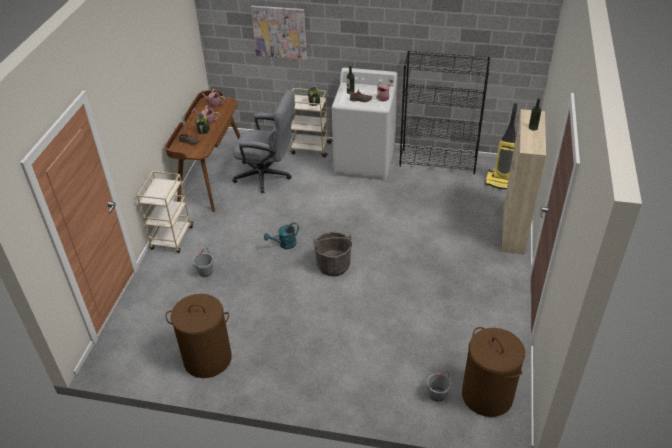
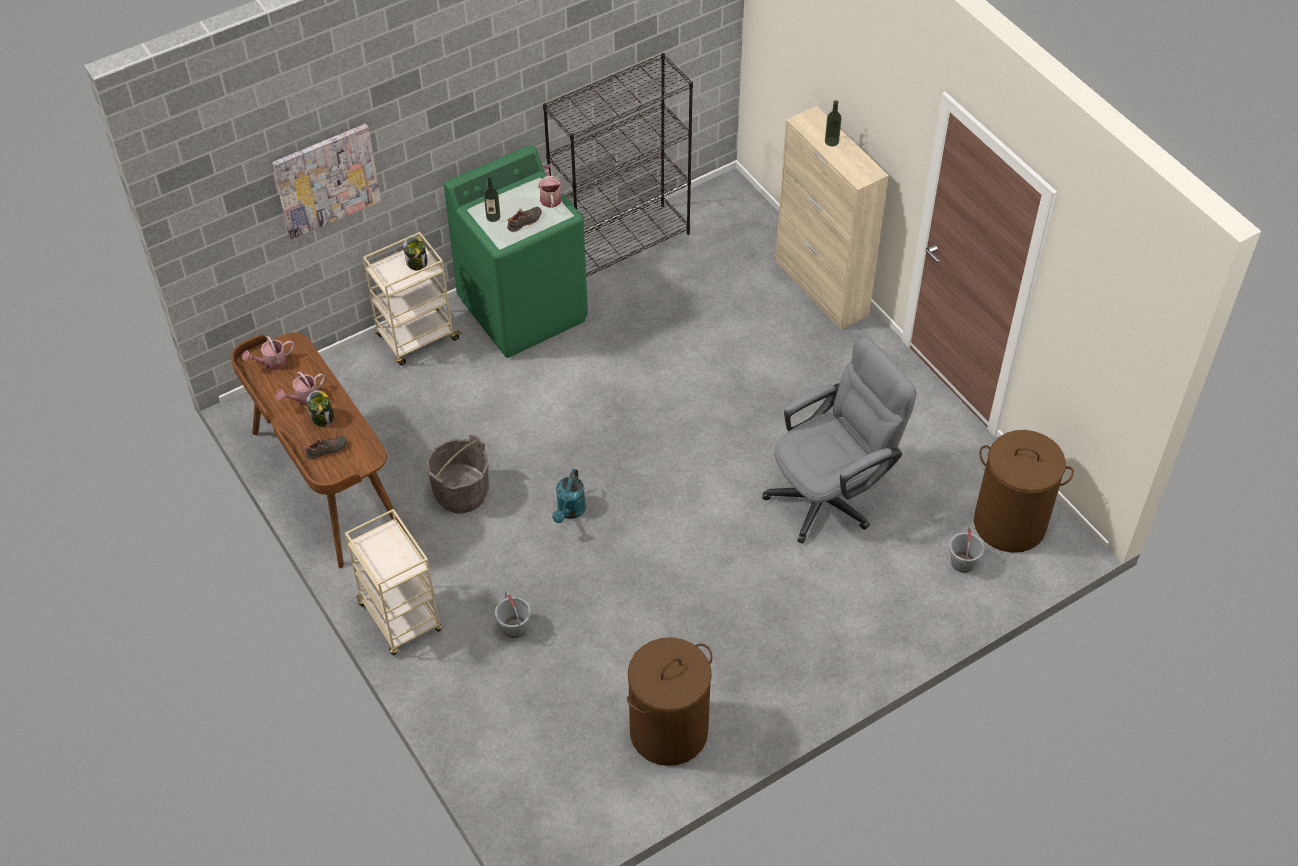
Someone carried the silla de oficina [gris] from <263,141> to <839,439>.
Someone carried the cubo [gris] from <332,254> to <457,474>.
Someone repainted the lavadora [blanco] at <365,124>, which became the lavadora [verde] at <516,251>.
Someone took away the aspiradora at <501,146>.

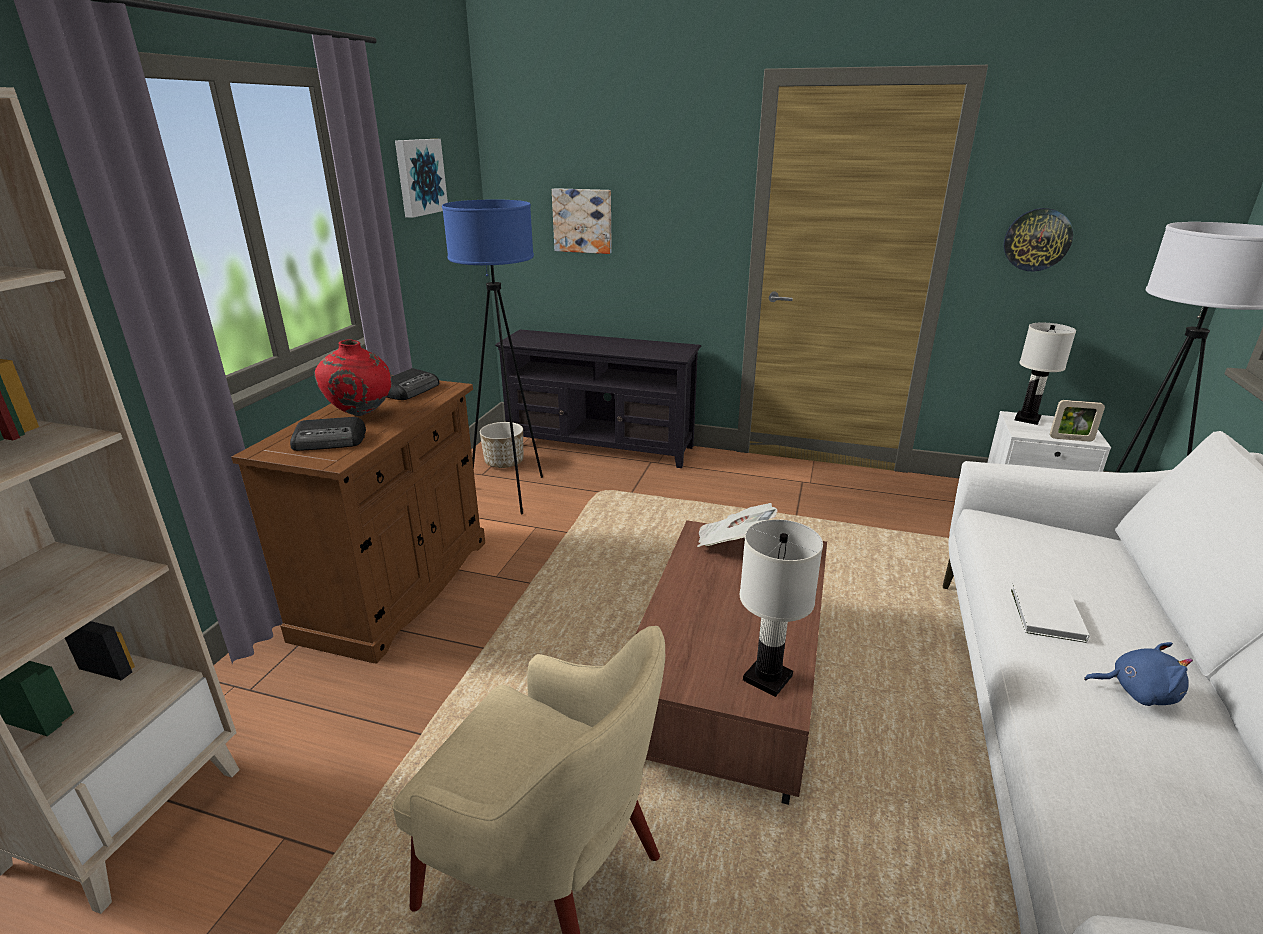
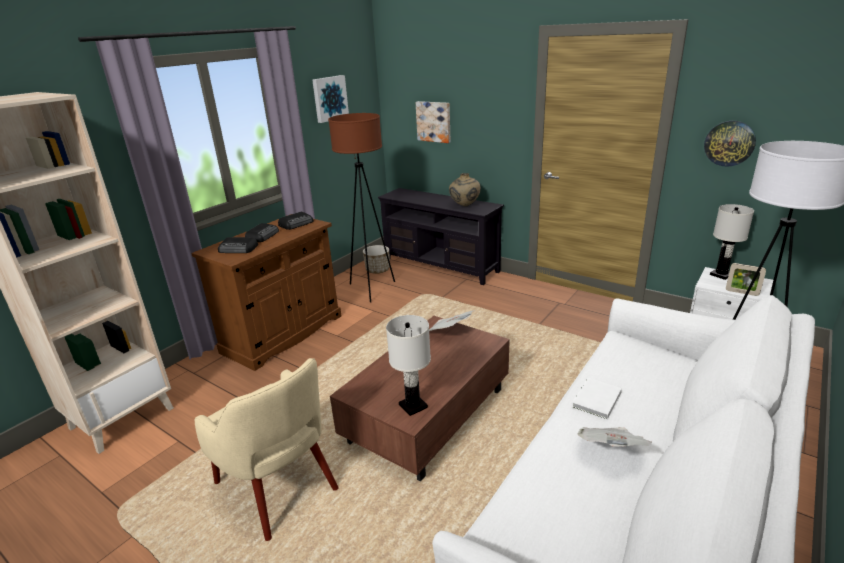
Someone swapped the florero [rojo] at <353,377> for the radio at <262,232>.
Someone repainted the lámpara de pie [azul] at <492,356>, which became the lámpara de pie [marrón] at <361,208>.
Someone swapped the peluche [azul] at <1138,674> for the periódico at <615,437>.
Someone put down the florero [beis] at <465,190>.

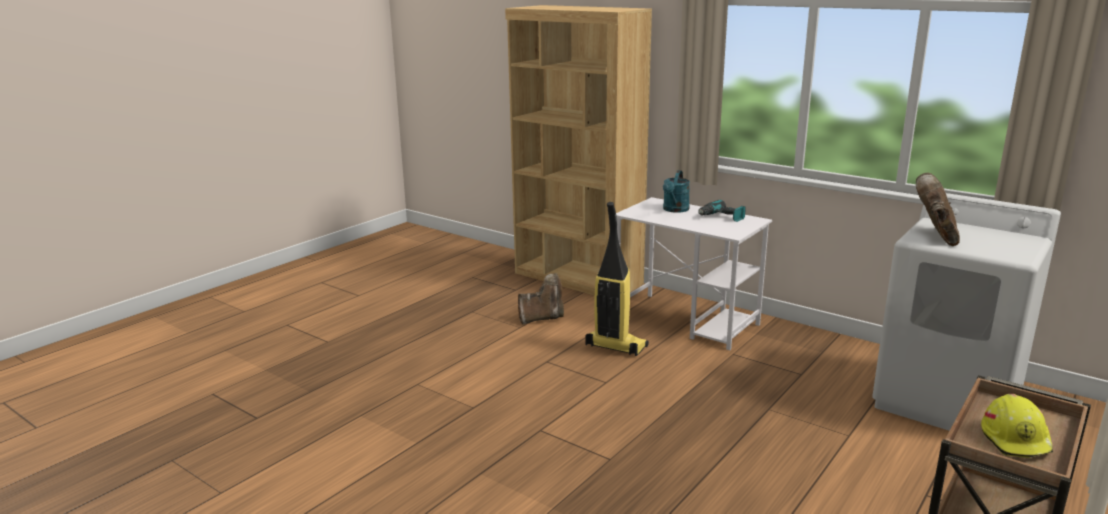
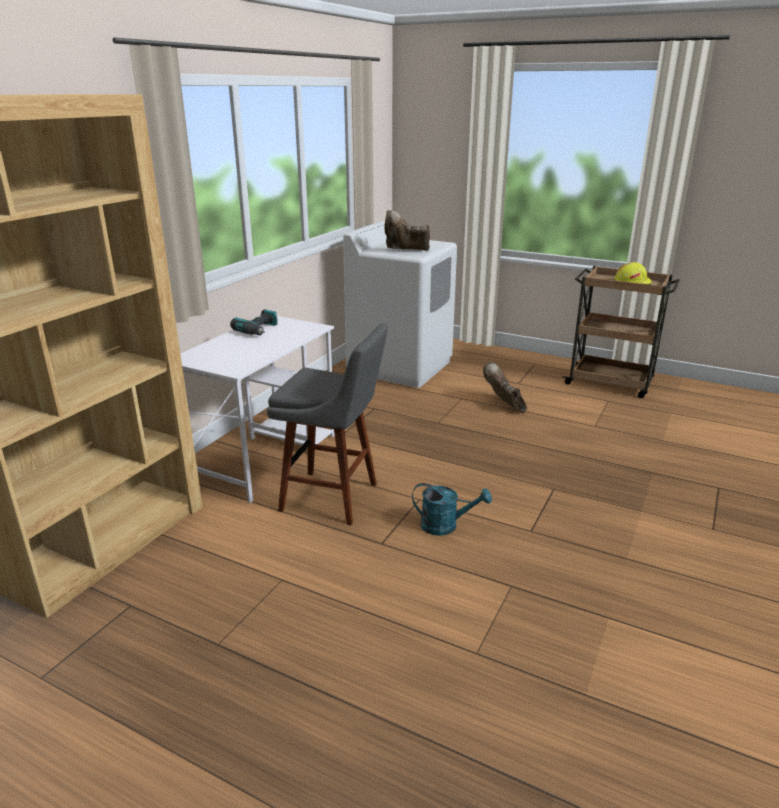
Someone carried the bota [marrón] from <541,298> to <505,387>.
Someone swapped the aspiradora at <617,279> for the taburete [gris] at <327,424>.
Someone carried the regadera [turquesa] from <676,191> to <452,509>.

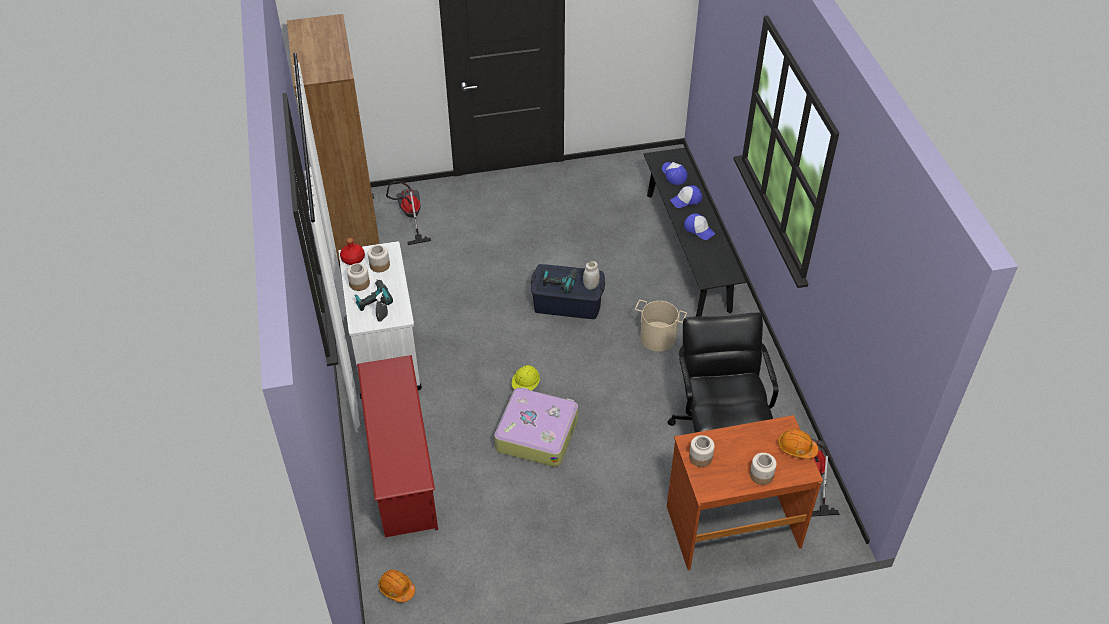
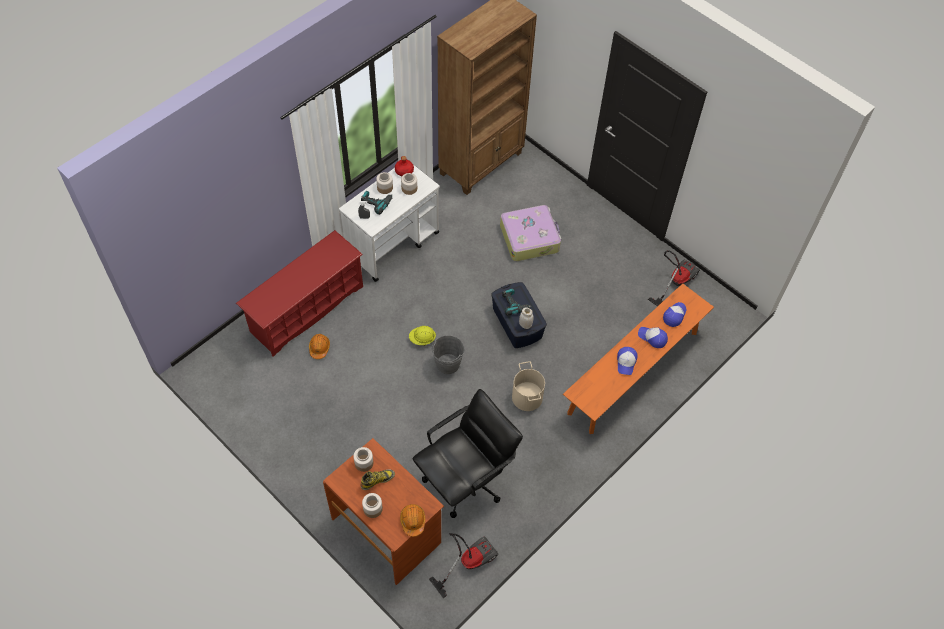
Someone carried the casco [naranja] from <396,586> to <319,346>.
Someone carried the aspiradora from <408,213> to <674,278>.
Someone carried the maleta from <536,427> to <530,233>.
Someone repainted the banco [negro] at <695,232>, which became the banco [naranja] at <638,358>.
Someone put down the bota at <378,479>.
Someone put down the cubo [gris] at <448,354>.

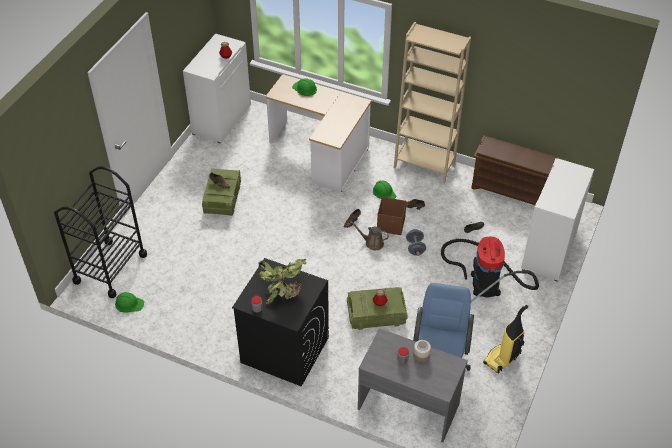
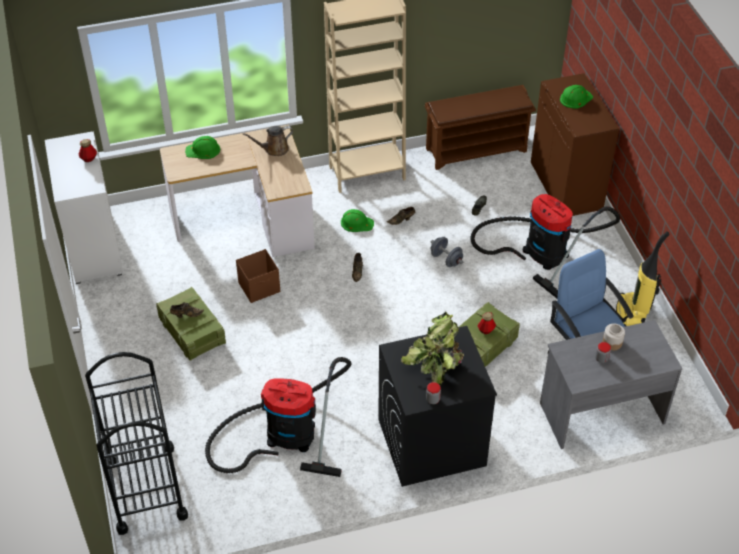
Someone carried the casco [verde] from <129,302> to <576,97>.
Someone carried the regadera [marrón] from <369,235> to <268,141>.
Someone carried the caja de almacenaje [marrón] from <392,216> to <258,276>.
Someone repainted the armario [blanco] at <557,220>, which became the armario [marrón] at <575,144>.
Someone put down the aspiradora at <278,417>.

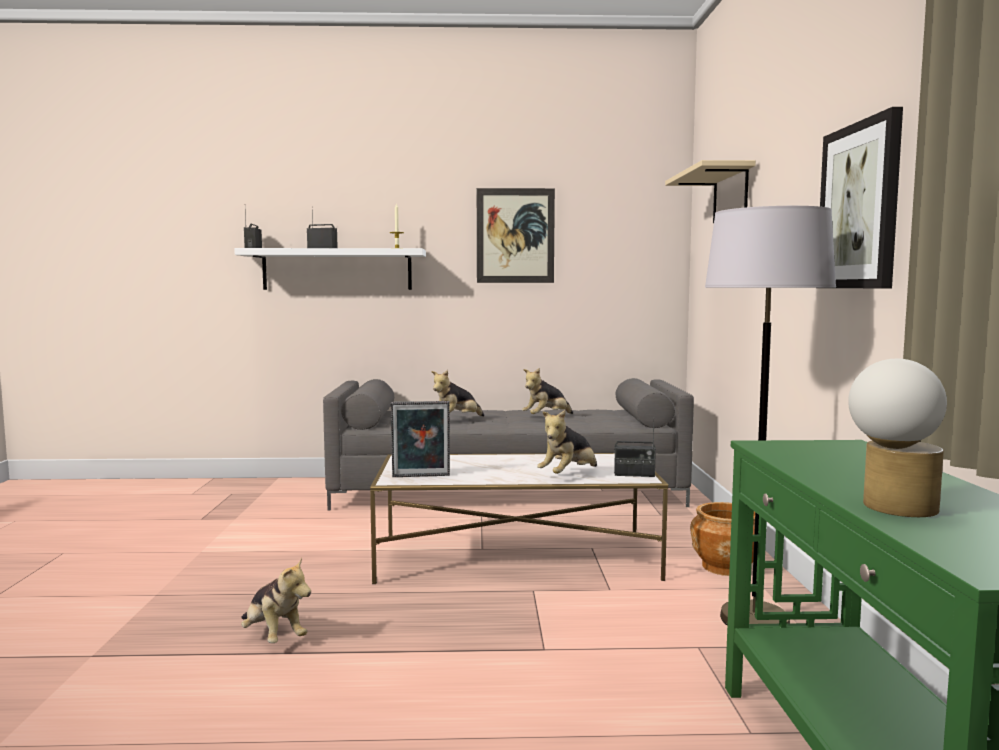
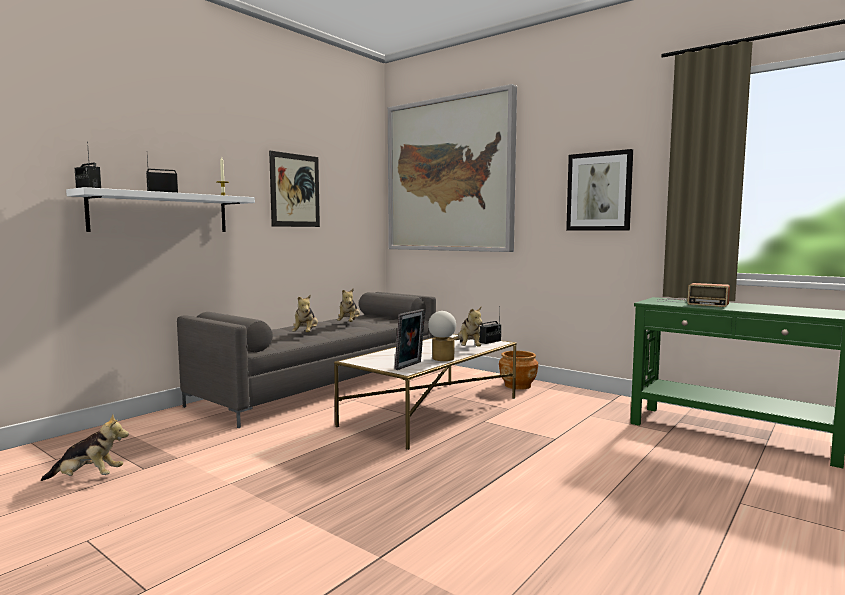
Someone carried the peluche from <276,600> to <85,447>.
Someone swapped the estante [beis] at <710,191> for the cuadro at <452,168>.
Someone took away the lámpara de pie [gris] at <770,415>.
Someone carried the lámpara de mesa from <897,438> to <442,336>.
Someone put down the radio at <694,295>.

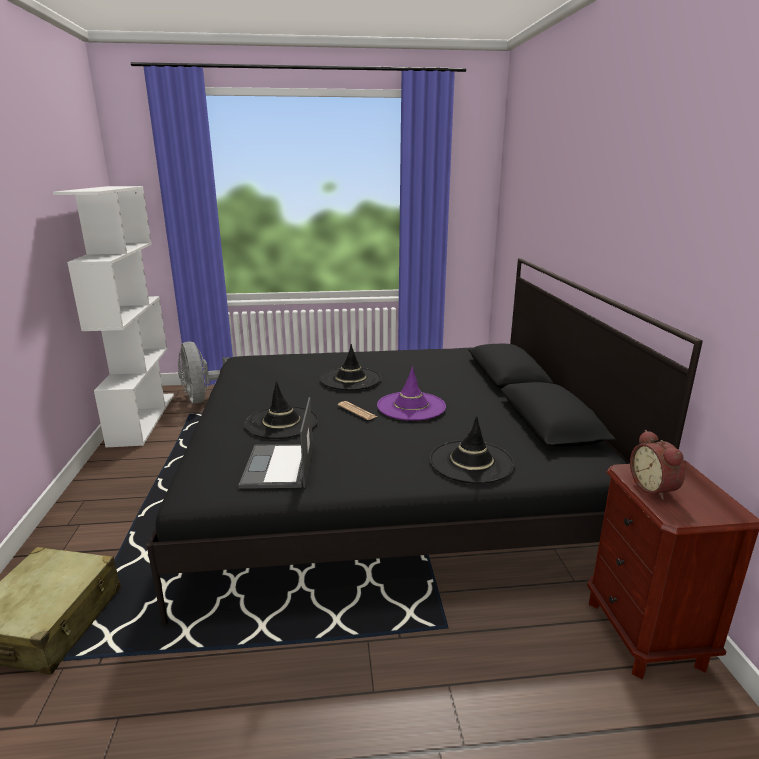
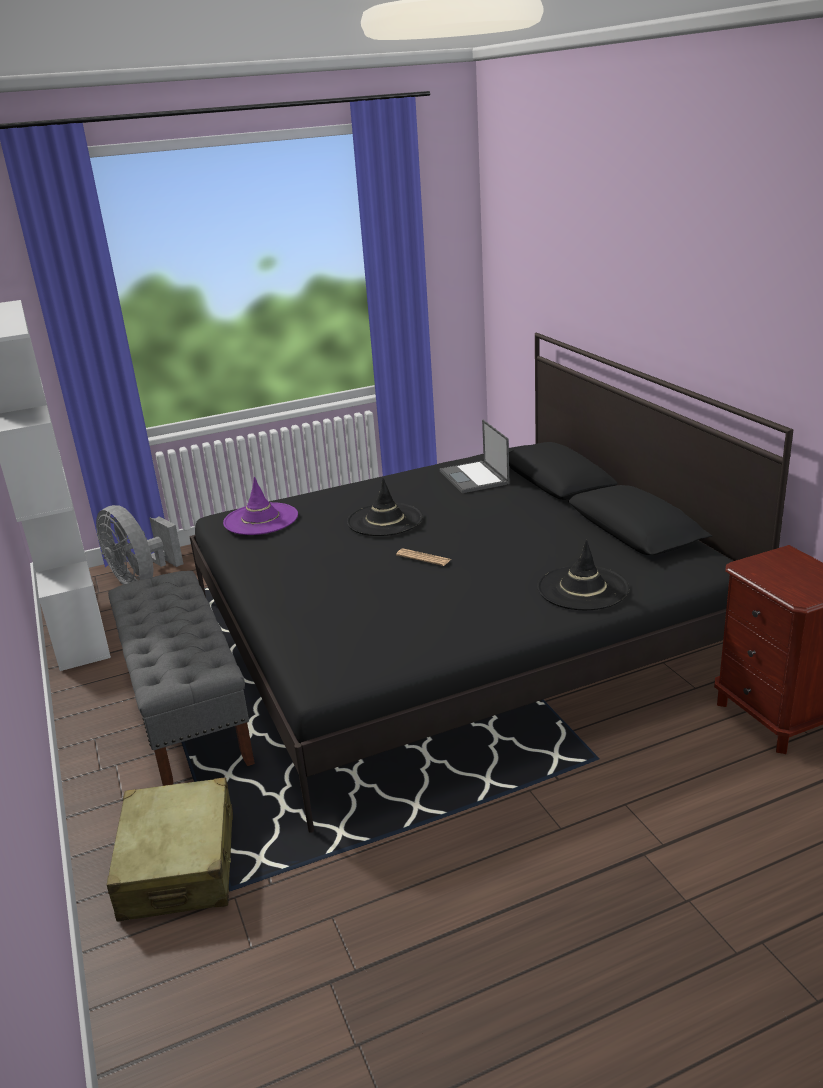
Someone carried the portátil from <276,443> to <475,456>.
Someone took away the sombrero [negro] at <281,410>.
Someone carried the sombrero [morado] from <411,393> to <260,506>.
Someone took away the despertador at <657,465>.
Someone put down the banco [gris] at <181,678>.

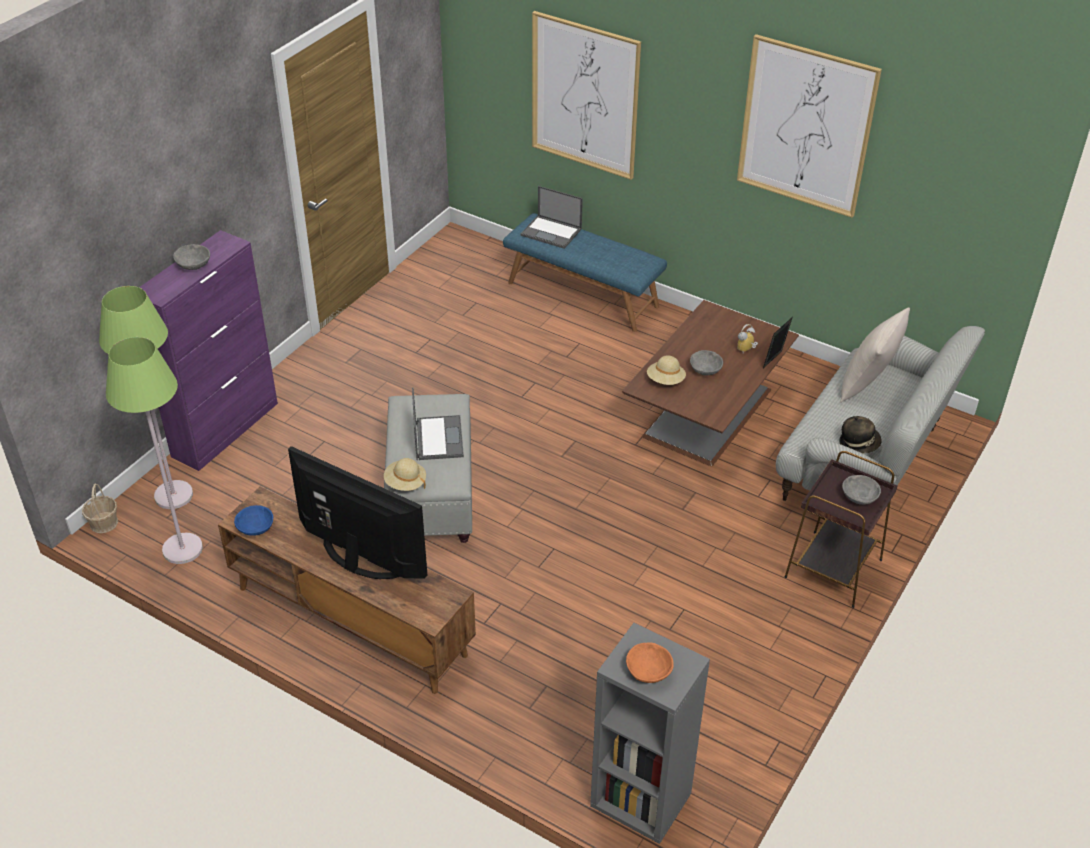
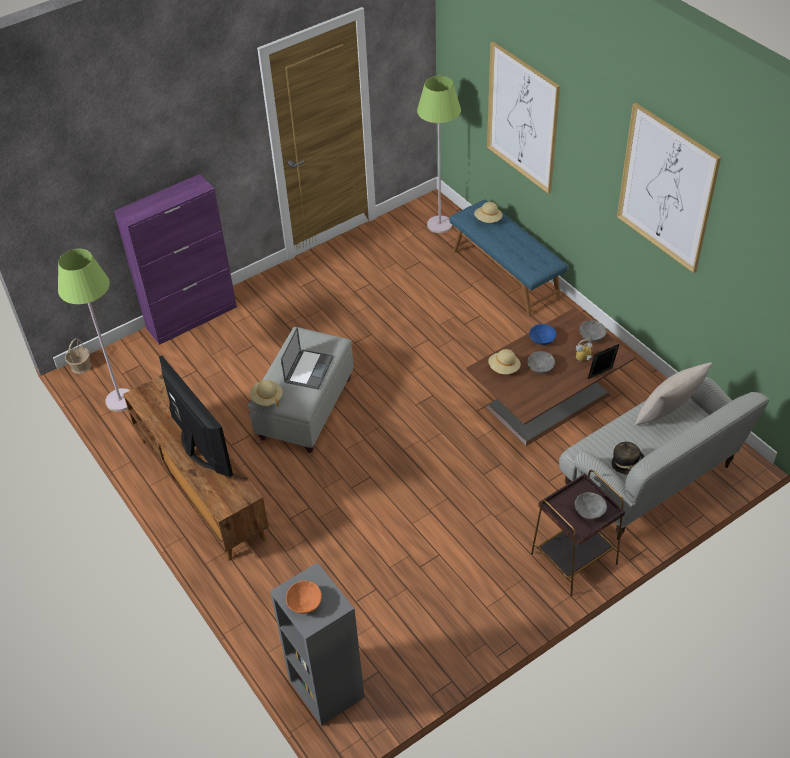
Someone carried the lámpara de pie [verde] from <146,397> to <439,154>.
Someone carried the cuenco [gris] from <191,257> to <593,331>.
Someone carried the cuenco [azul] from <253,520> to <542,334>.
Someone swapped the portátil at <552,217> for the sombrero [beis] at <488,212>.

